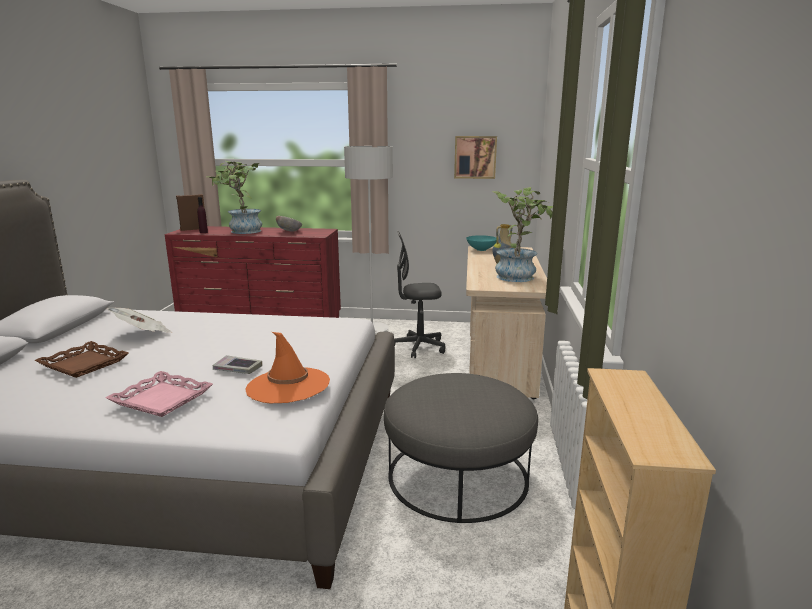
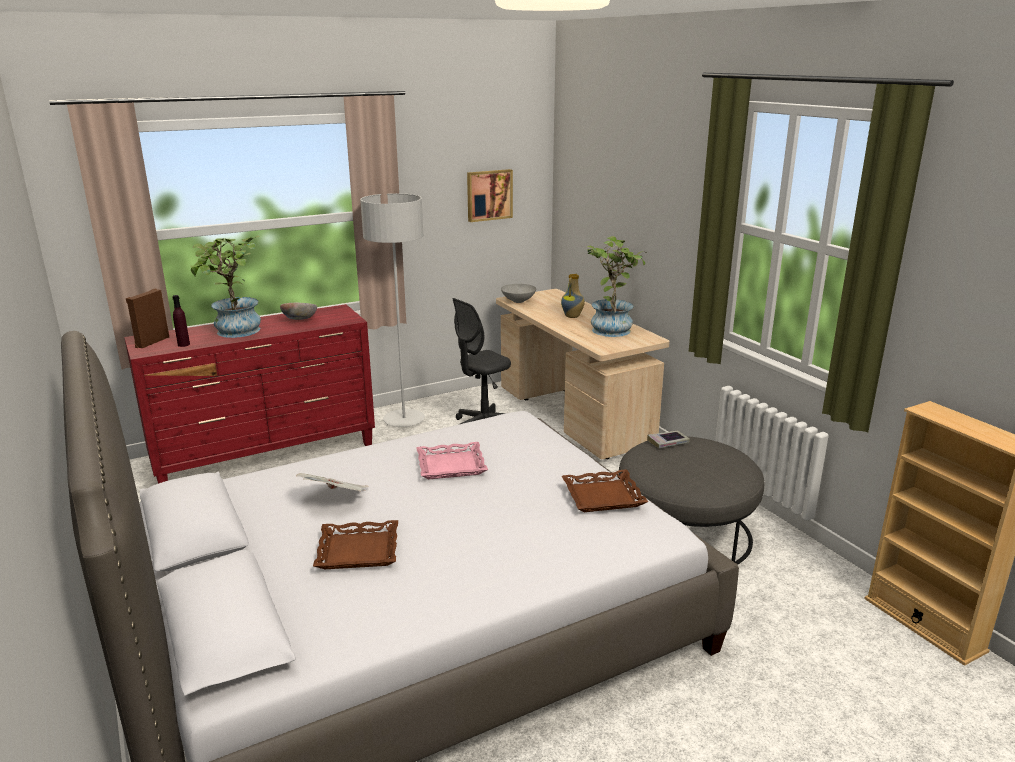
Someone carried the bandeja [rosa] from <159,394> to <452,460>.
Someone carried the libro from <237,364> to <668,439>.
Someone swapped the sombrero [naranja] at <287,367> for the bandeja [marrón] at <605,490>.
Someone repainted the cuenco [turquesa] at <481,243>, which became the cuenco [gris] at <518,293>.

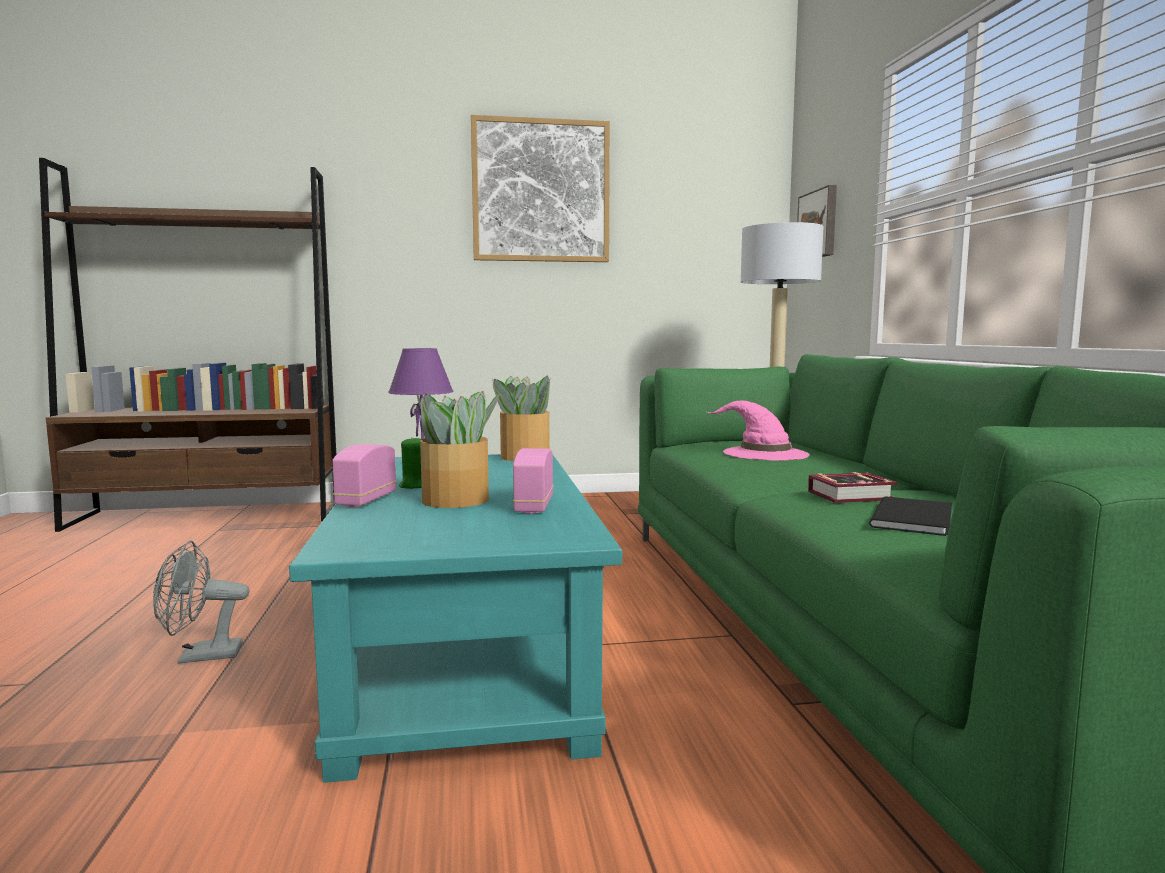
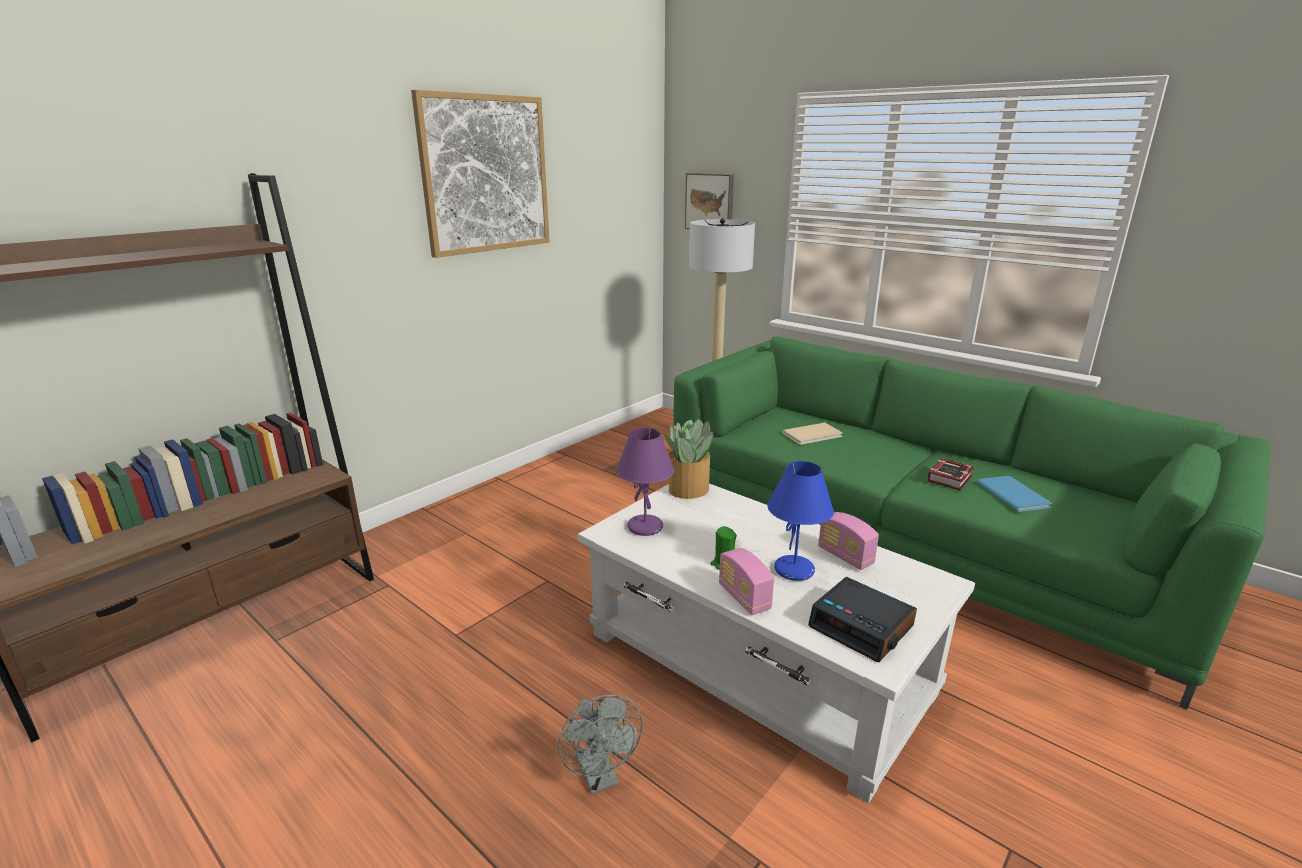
Someone rotated the ventilador [gris] at <201,602> by 60 degrees counterclockwise.
Someone repainted the mesa de centro [turquesa] at <455,618>, which became the mesa de centro [blanco] at <776,643>.
Someone swapped the planta en maceta at <458,449> for the lámpara de mesa [azul] at <800,521>.
Someone swapped the sombrero [rosa] at <757,430> for the libro [beis] at <812,434>.
Someone repainted the libro [negro] at <910,516>, which became the libro [azul] at <1014,494>.
Someone put down the despertador at <862,619>.

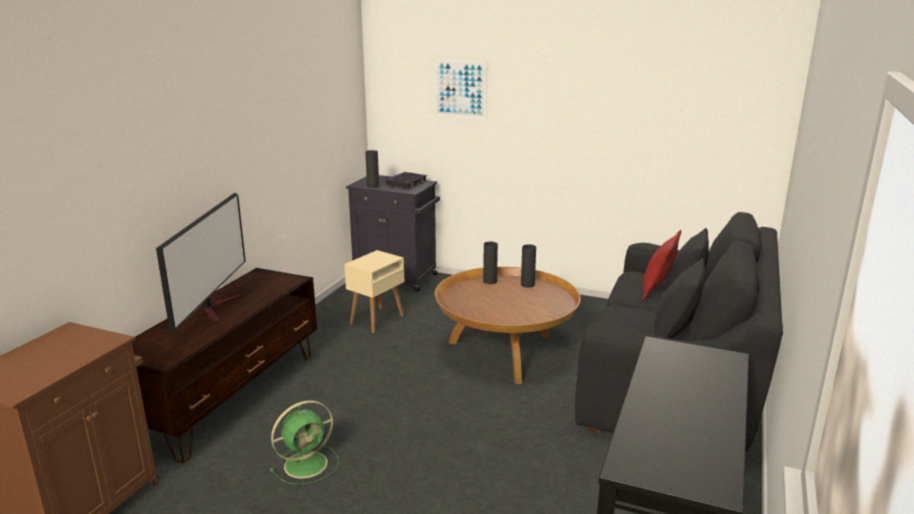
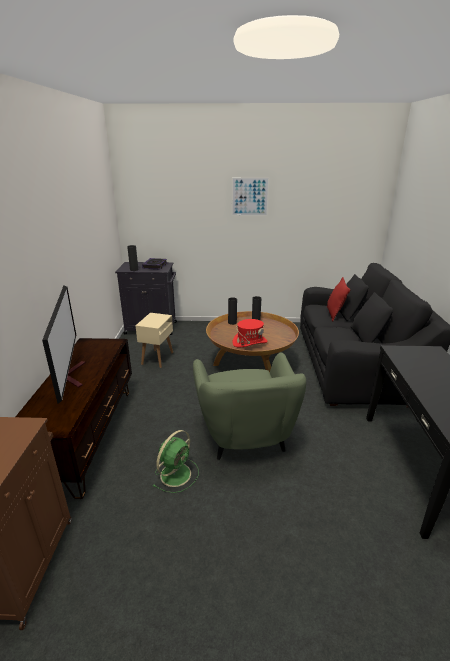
Someone carried the cuadro from <461,89> to <250,196>.
Someone put down the sillón [verde] at <249,406>.
Someone put down the sombrero [rojo] at <249,333>.

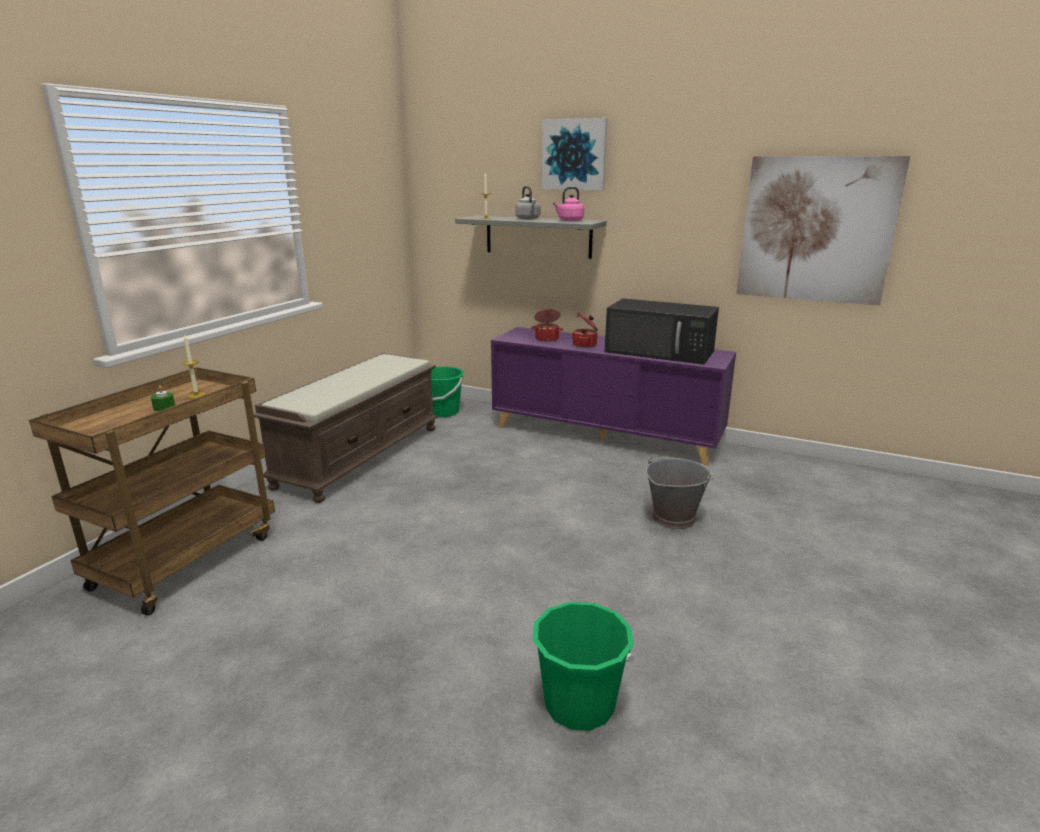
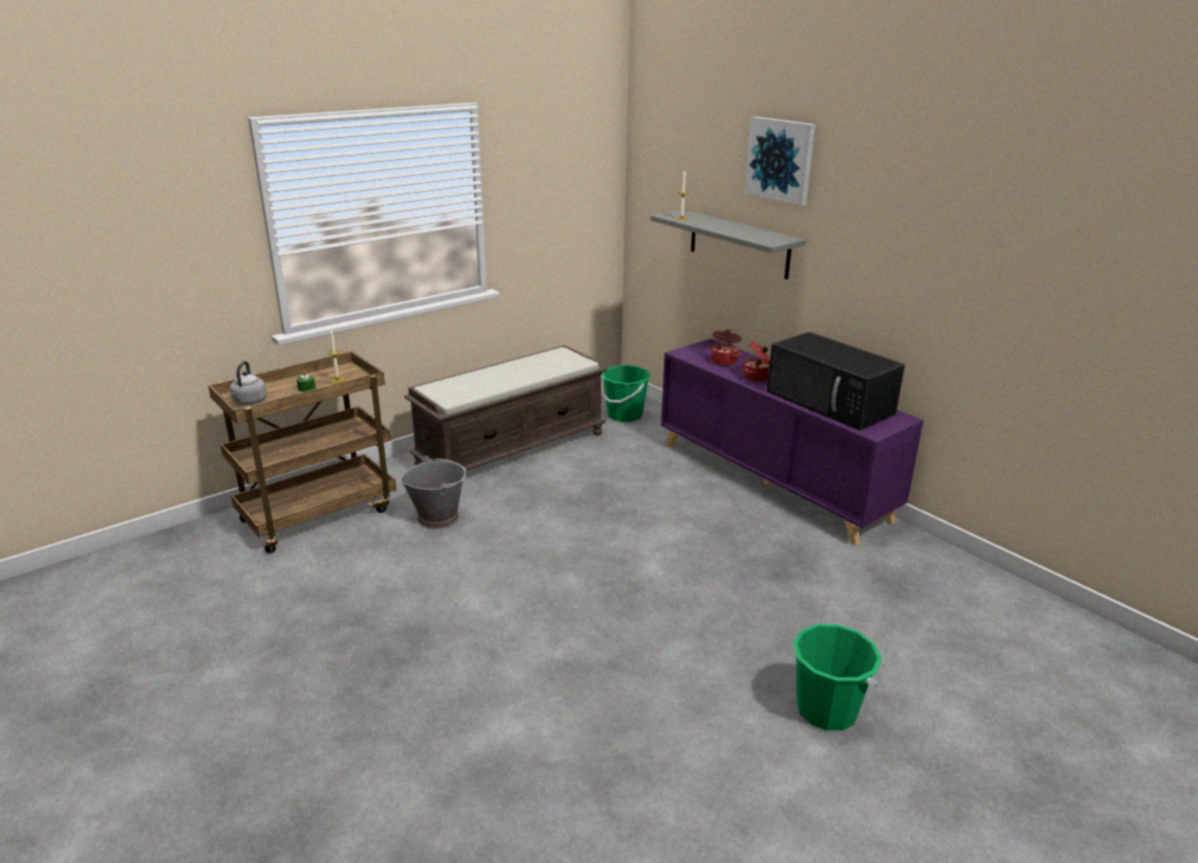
Someone carried the hervidor [gris] from <527,203> to <248,383>.
Someone carried the cubo [verde] from <584,666> to <837,677>.
Someone took away the hervidor [rosa] at <568,204>.
Someone carried the cubo [gris] from <679,493> to <433,492>.
Someone took away the cuadro at <823,231>.

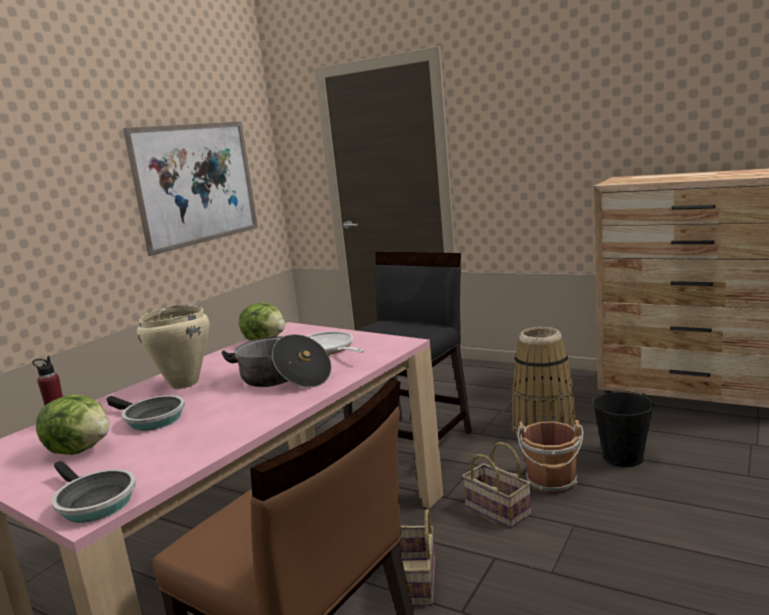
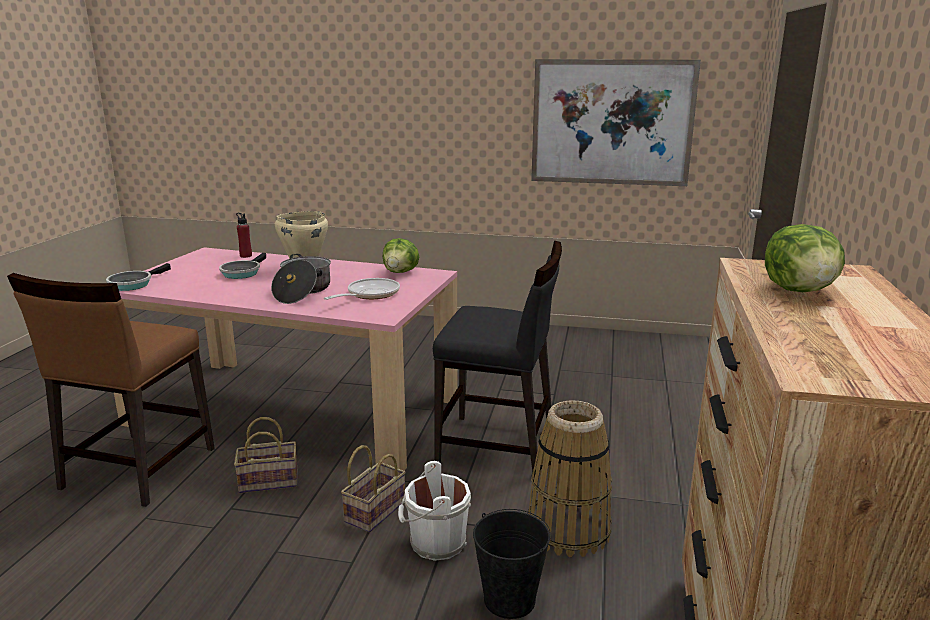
Someone carried the lechuga from <73,424> to <805,258>.
Someone repainted the cubo [marrón] at <550,456>, which became the cubo [blanco] at <434,511>.

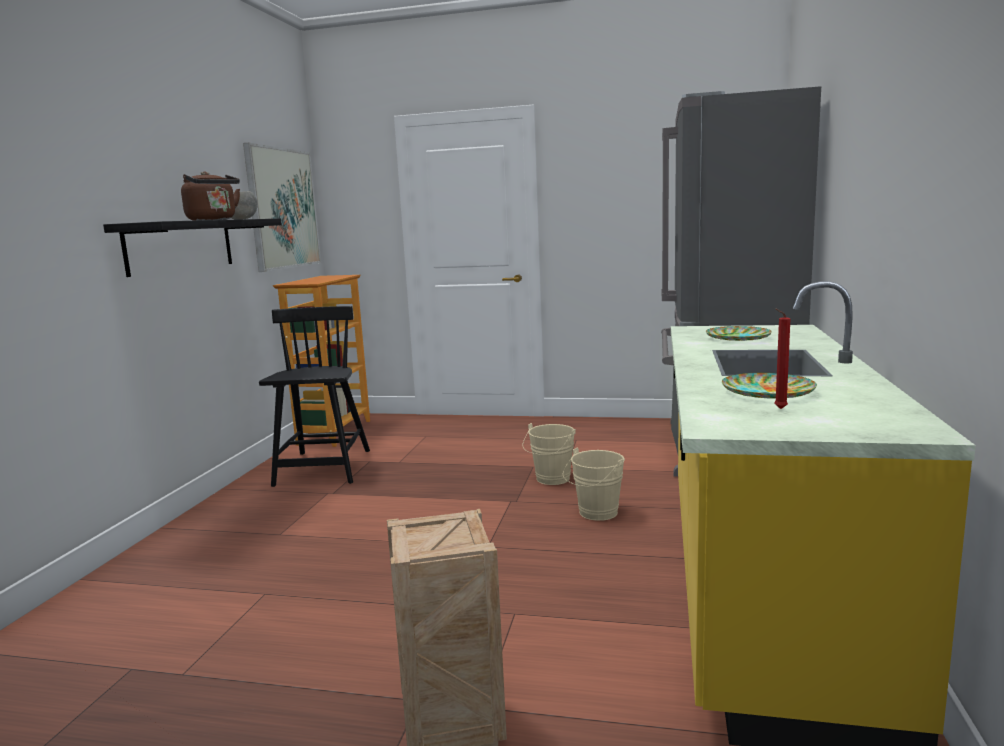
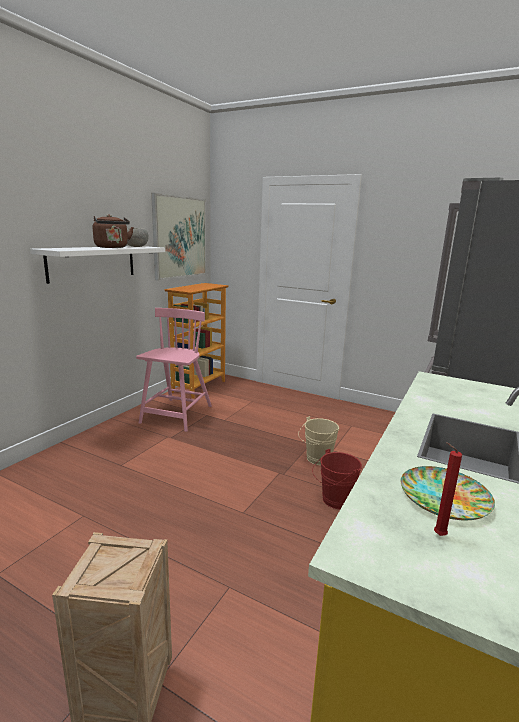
Someone repainted the estante [negro] at <192,248>, which became the estante [blanco] at <97,265>.
Someone repainted the silla [negro] at <314,396>, which became the silla [rosa] at <174,370>.
Someone repainted the cubo [beis] at <594,484>, which became the cubo [rojo] at <337,479>.
Someone took away the plato at <739,333>.

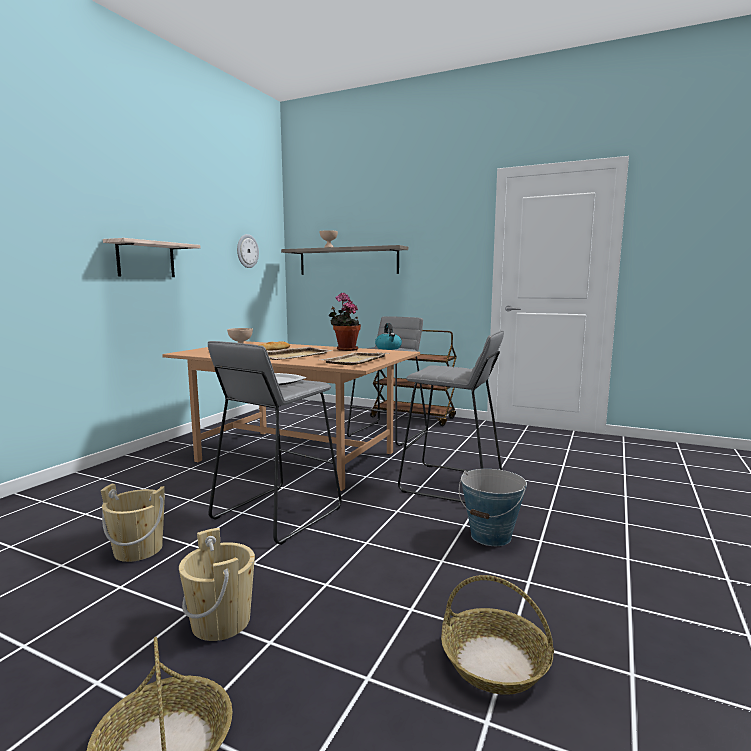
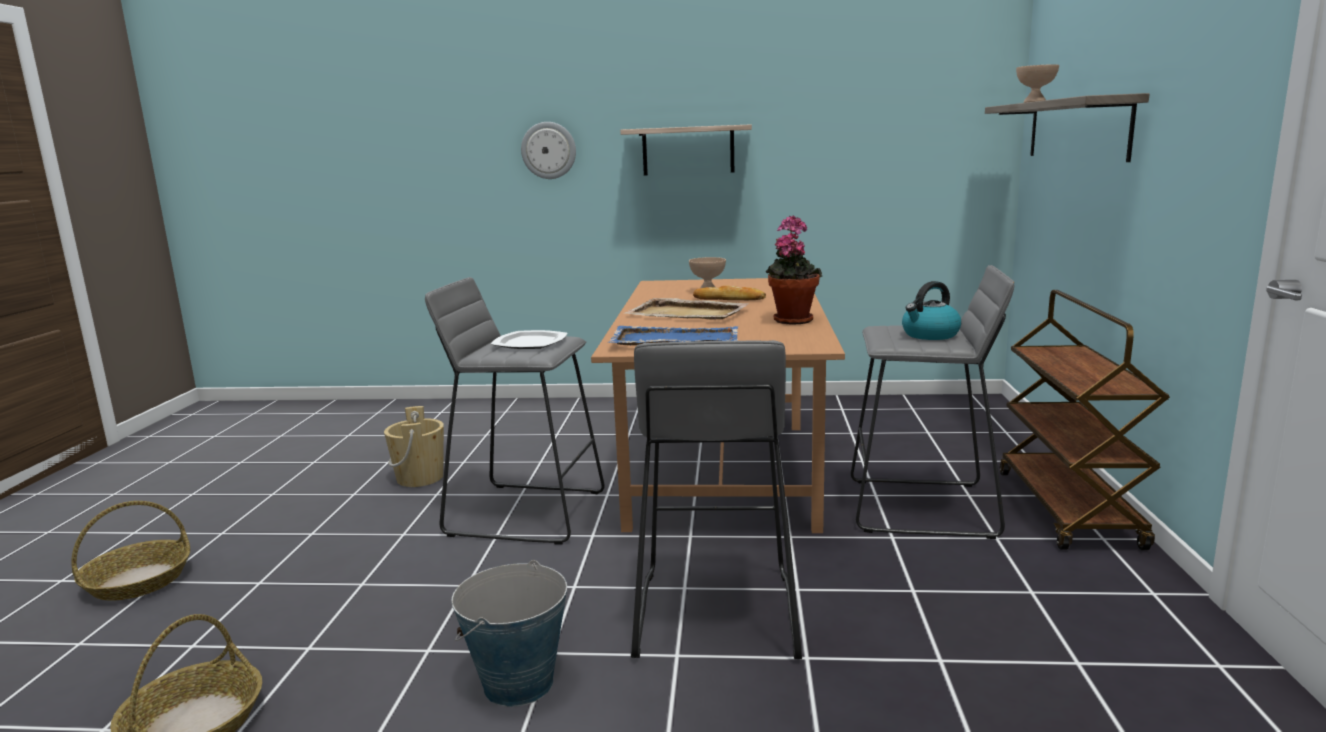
Someone took away the cubo [beis] at <217,584>.
Someone carried the reloj de pared from <248,251> to <548,150>.
Someone repainted the bandeja [beis] at <355,358>, which became the bandeja [azul] at <673,335>.

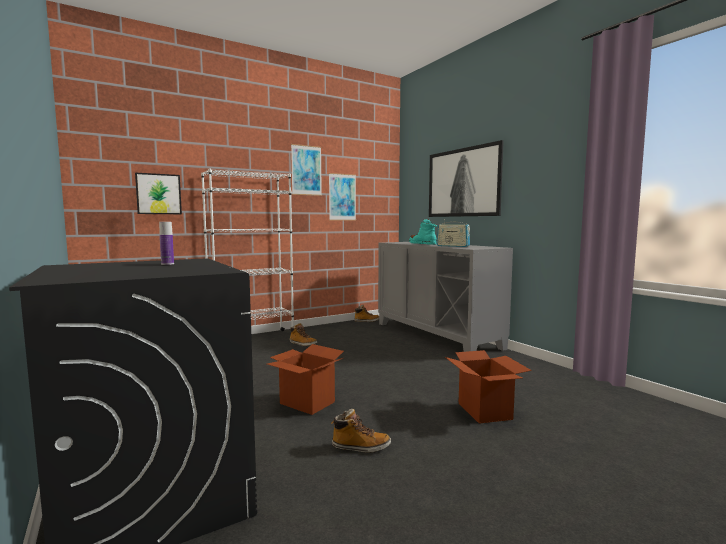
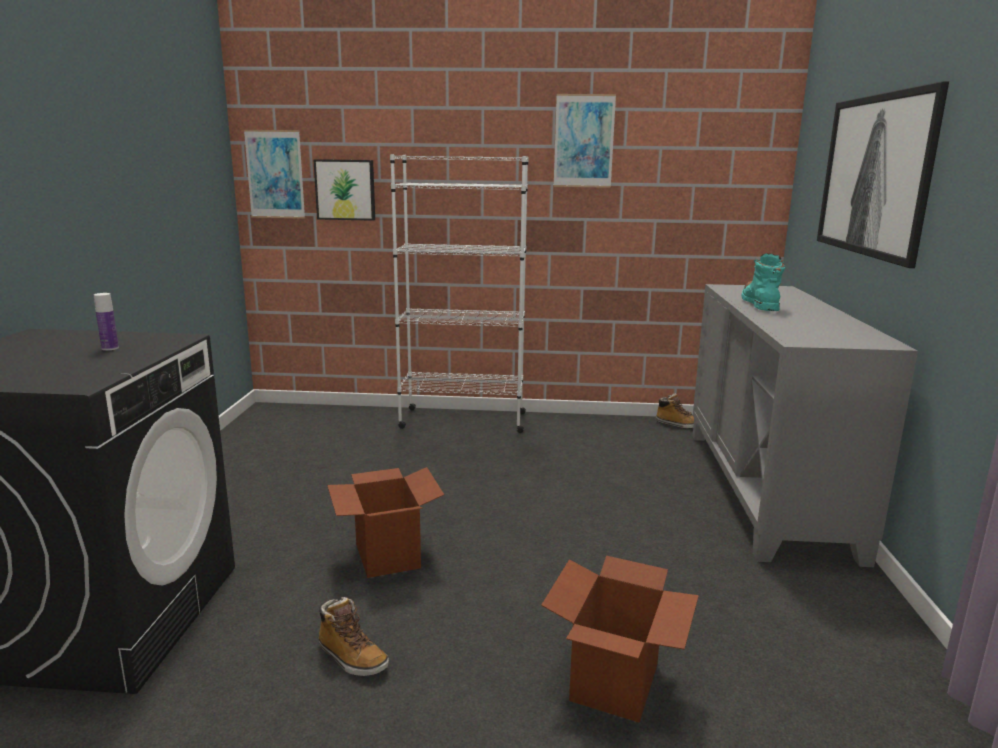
Someone took away the bota at <303,334>.
Someone carried the cuadro from <342,196> to <274,174>.
Someone took away the radio at <453,233>.

